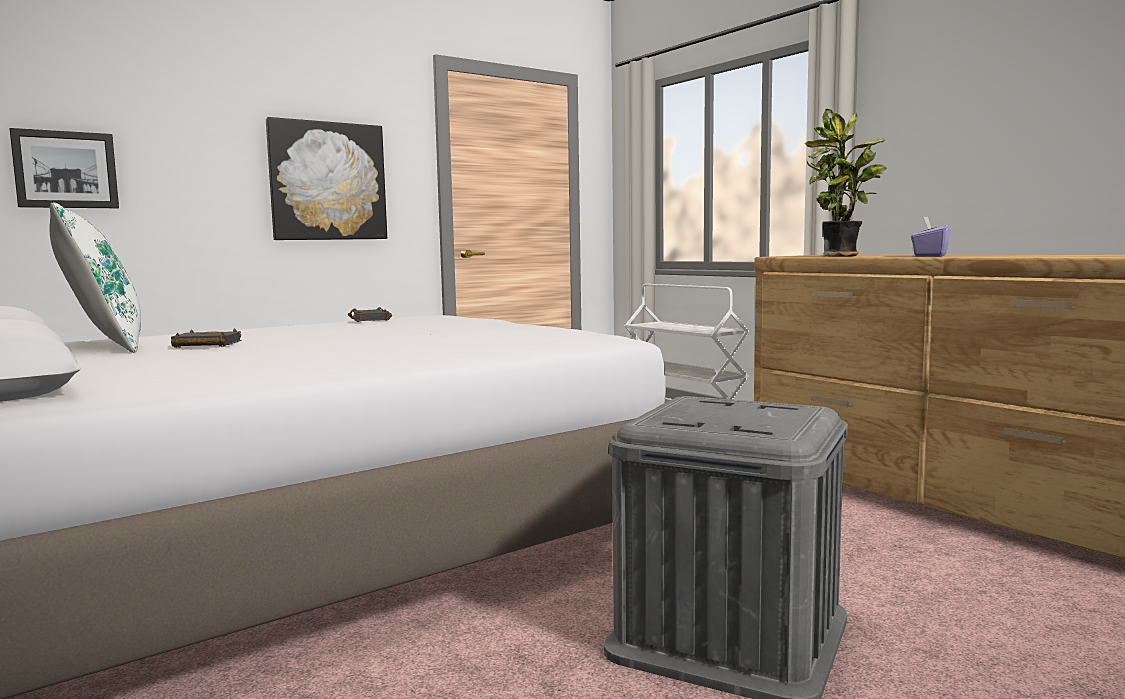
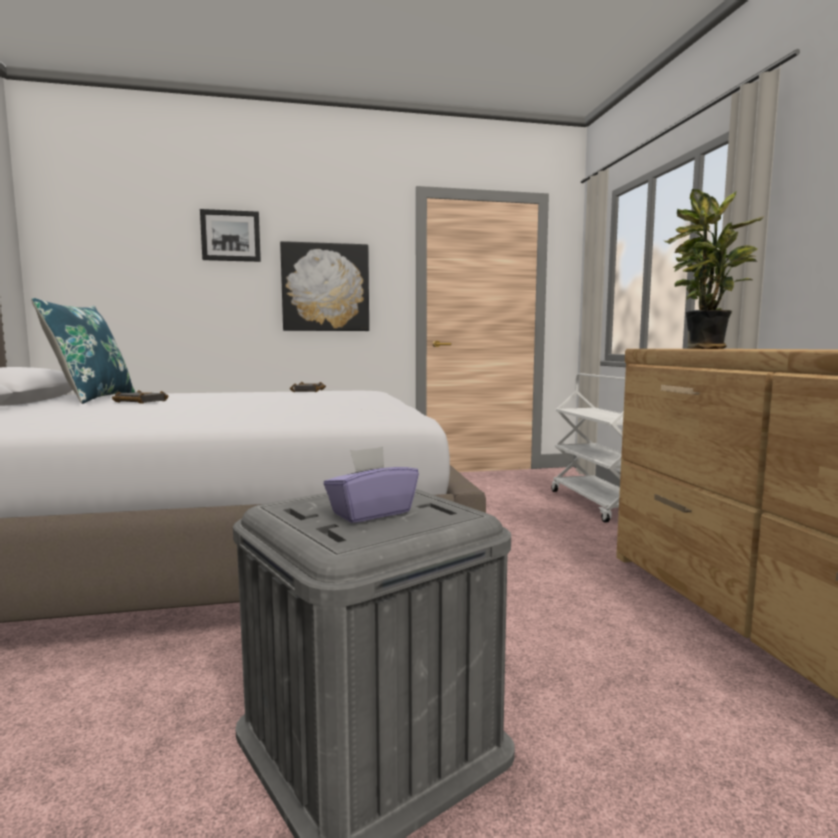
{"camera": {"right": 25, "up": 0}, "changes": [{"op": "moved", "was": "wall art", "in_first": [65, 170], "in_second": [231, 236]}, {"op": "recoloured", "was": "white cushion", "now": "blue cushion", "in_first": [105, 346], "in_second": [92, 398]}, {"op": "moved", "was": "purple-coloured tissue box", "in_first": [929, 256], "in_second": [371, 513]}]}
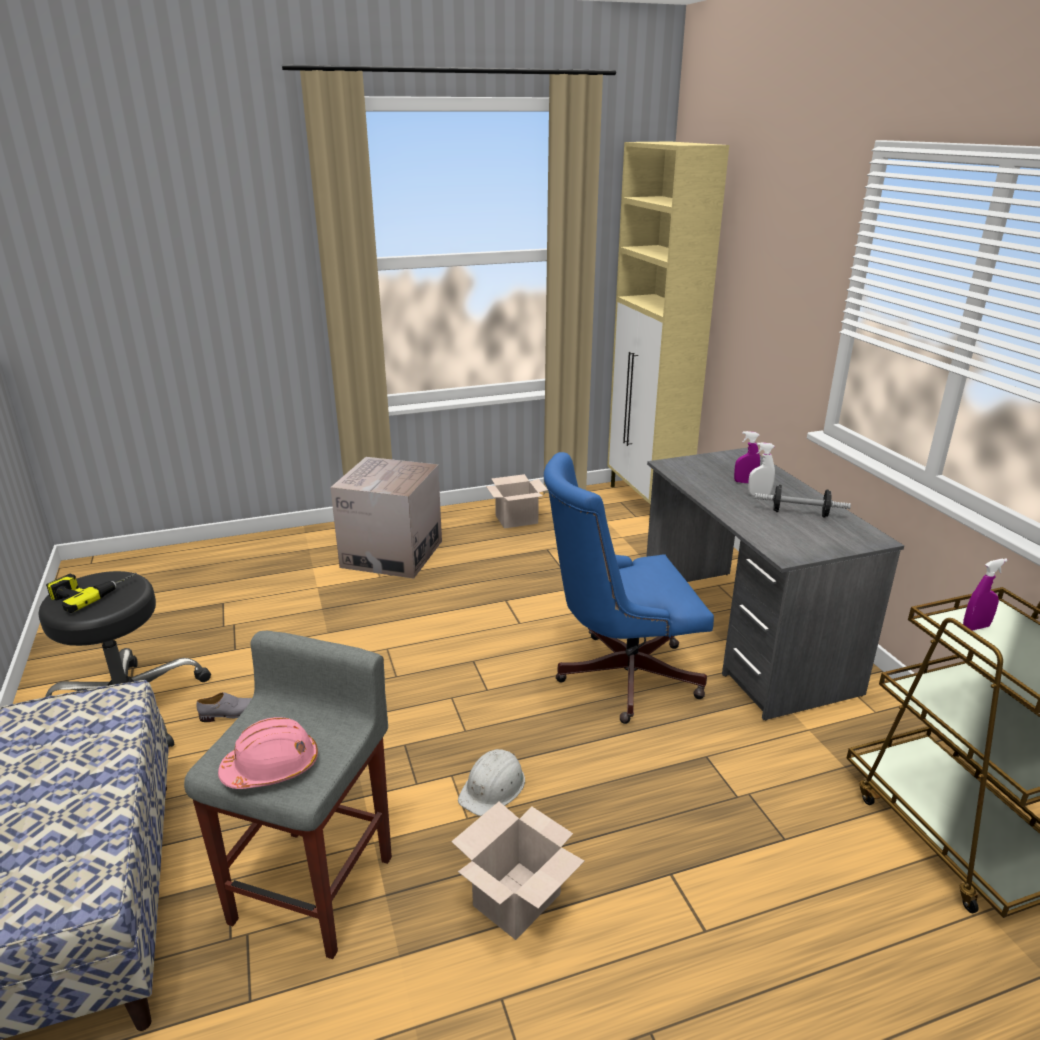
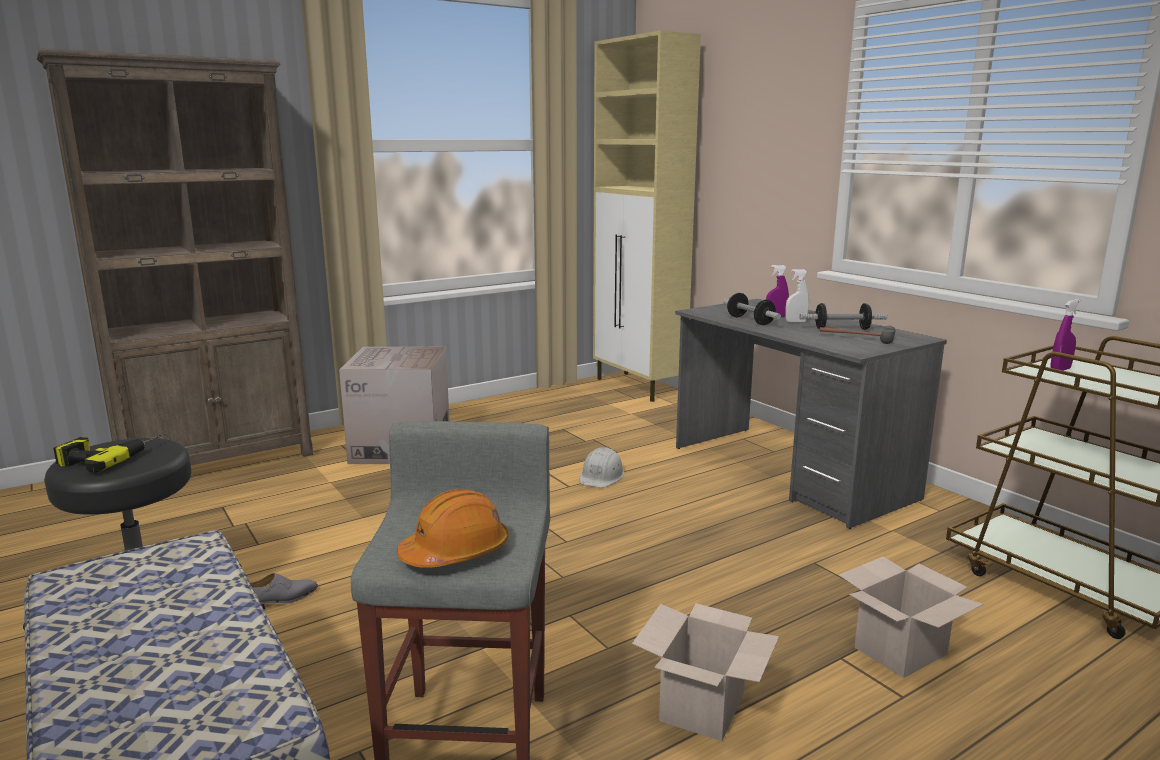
{"camera": {"right": -15, "up": -10}, "changes": [{"op": "recoloured", "was": "pinkish hard hat", "now": "orange-coloured hard hat", "in_first": [272, 768], "in_second": [456, 552]}, {"op": "moved", "was": "white hard hat", "in_first": [493, 787], "in_second": [601, 476]}, {"op": "moved", "was": "carton", "in_first": [517, 519], "in_second": [900, 649]}, {"op": "removed", "was": "blue office chair", "in_first": [618, 676]}, {"op": "added", "now": "brown bookcase", "in_second": [219, 462]}, {"op": "added", "now": "hand weight", "in_second": [750, 321]}, {"op": "added", "now": "hand hammer", "in_second": [856, 338]}]}
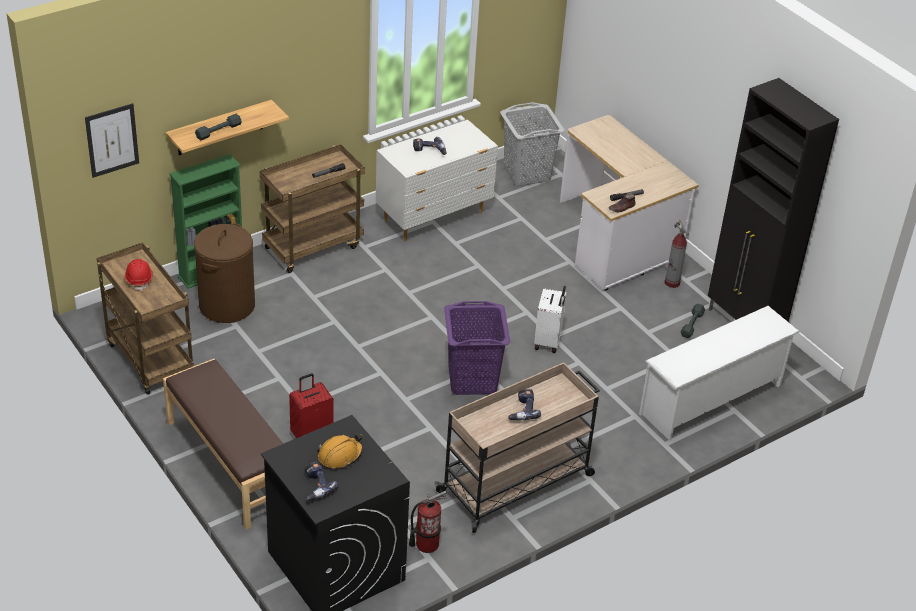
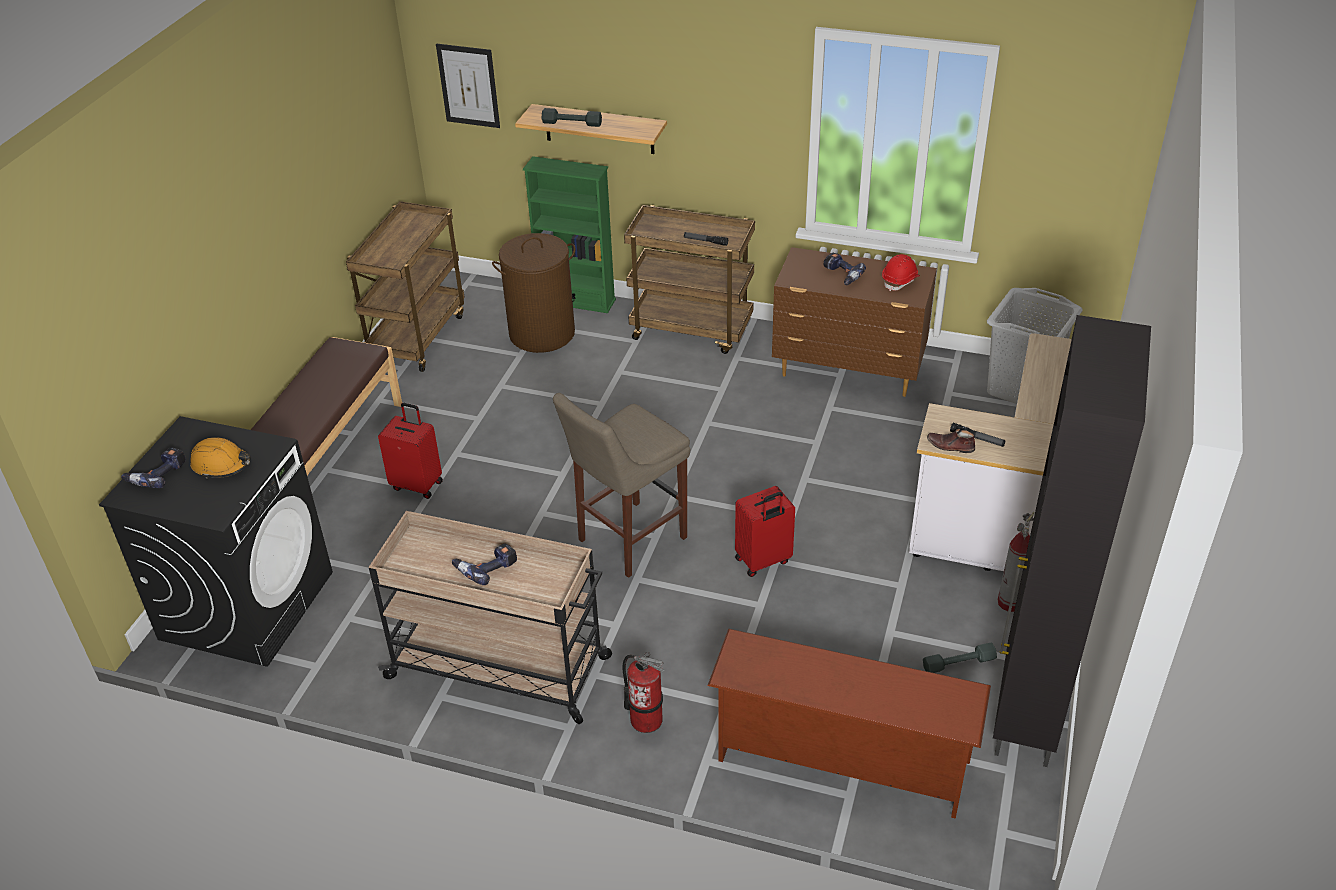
{"camera": {"right": 55, "up": 0}, "changes": [{"op": "moved", "was": "red-coloured hard hat", "in_first": [139, 279], "in_second": [900, 281]}, {"op": "recoloured", "was": "white dresser", "now": "brown dresser", "in_first": [435, 217], "in_second": [849, 372]}, {"op": "moved", "was": "extinguisher", "in_first": [426, 544], "in_second": [646, 719]}, {"op": "replaced", "was": "purple-coloured hamper", "now": "beige-coloured stool", "in_first": [472, 380], "in_second": [627, 541]}, {"op": "recoloured", "was": "white travel case", "now": "red-coloured travel case", "in_first": [548, 341], "in_second": [763, 561]}, {"op": "recoloured", "was": "white shoe shelf", "now": "brown shoe shelf", "in_first": [712, 401], "in_second": [840, 762]}]}
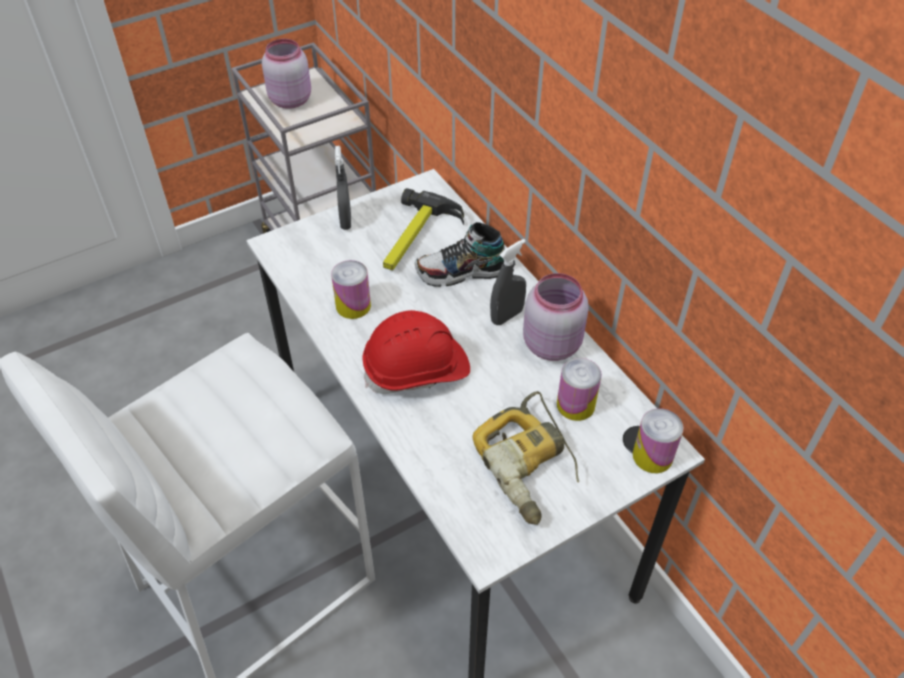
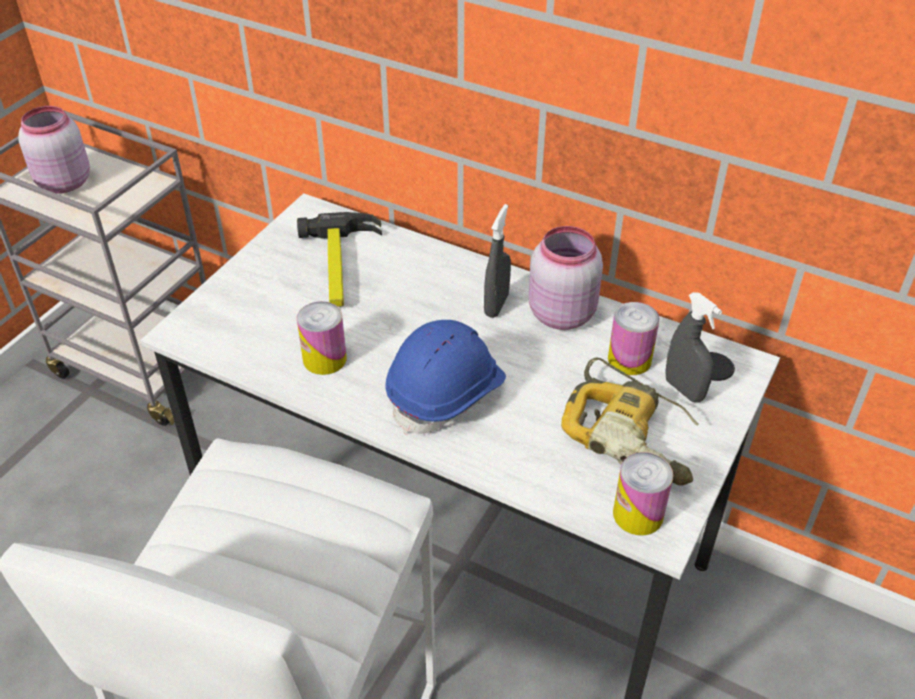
{"camera": {"right": -30, "up": -5}, "changes": [{"op": "moved", "was": "greyish hand sprayer", "in_first": [345, 220], "in_second": [684, 390]}, {"op": "recoloured", "was": "red-coloured hard hat", "now": "blue hard hat", "in_first": [417, 370], "in_second": [447, 394]}, {"op": "removed", "was": "shoe", "in_first": [461, 272]}, {"op": "moved", "was": "metal can", "in_first": [652, 456], "in_second": [638, 514]}]}
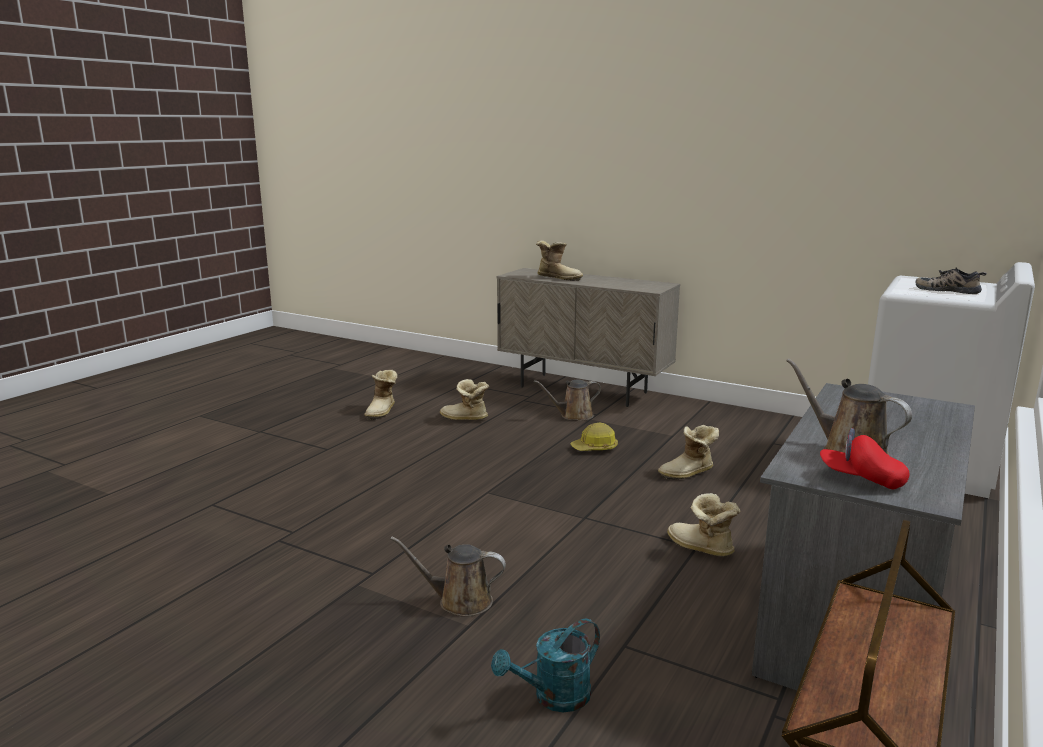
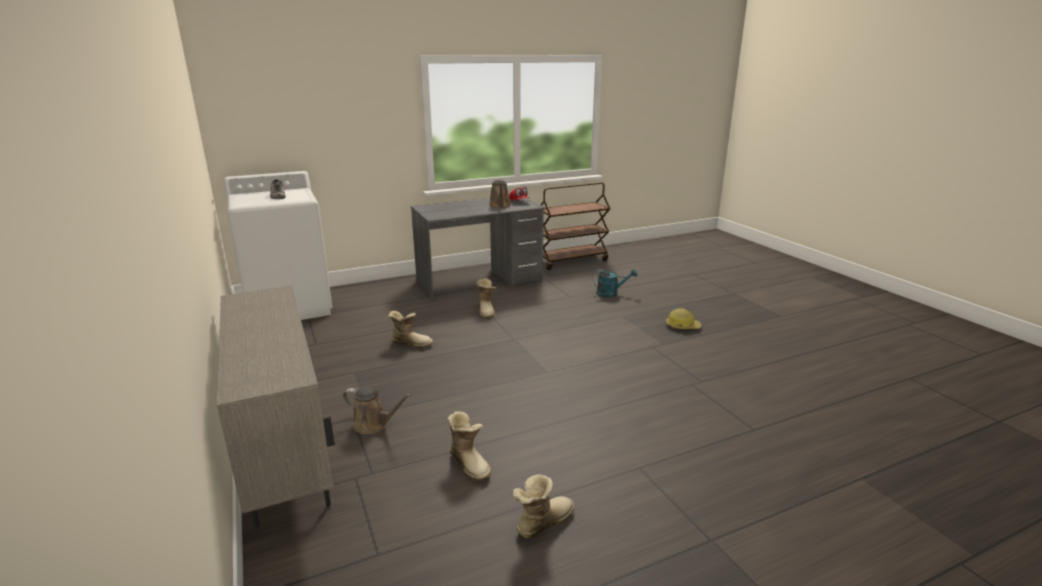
{"camera": {"right": -145, "up": 5}, "changes": [{"op": "removed", "was": "brown watering pot", "in_first": [459, 601]}, {"op": "removed", "was": "high-top boot", "in_first": [558, 278]}, {"op": "moved", "was": "hard hat", "in_first": [595, 448], "in_second": [682, 326]}]}
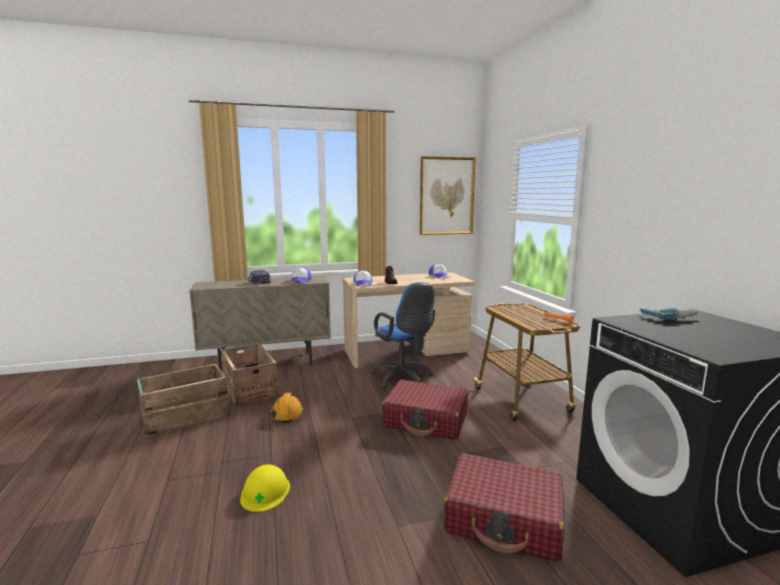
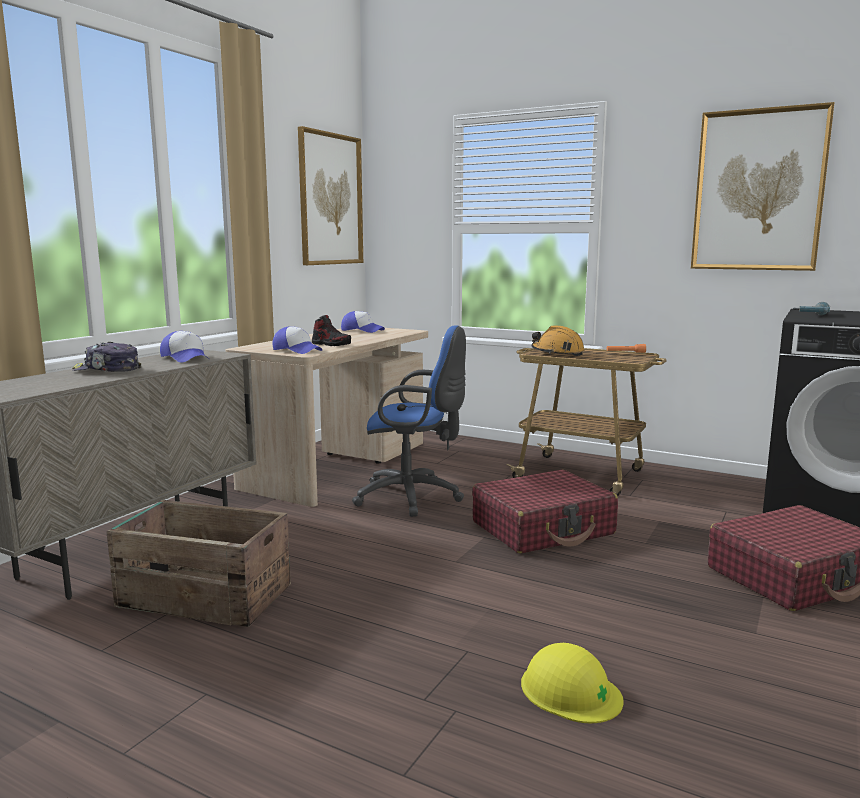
{"camera": {"right": -45, "up": 0}, "changes": [{"op": "removed", "was": "packing crate", "in_first": [184, 416]}, {"op": "moved", "was": "orange-coloured hard hat", "in_first": [287, 413], "in_second": [557, 353]}, {"op": "added", "now": "wall art", "in_second": [758, 190]}]}
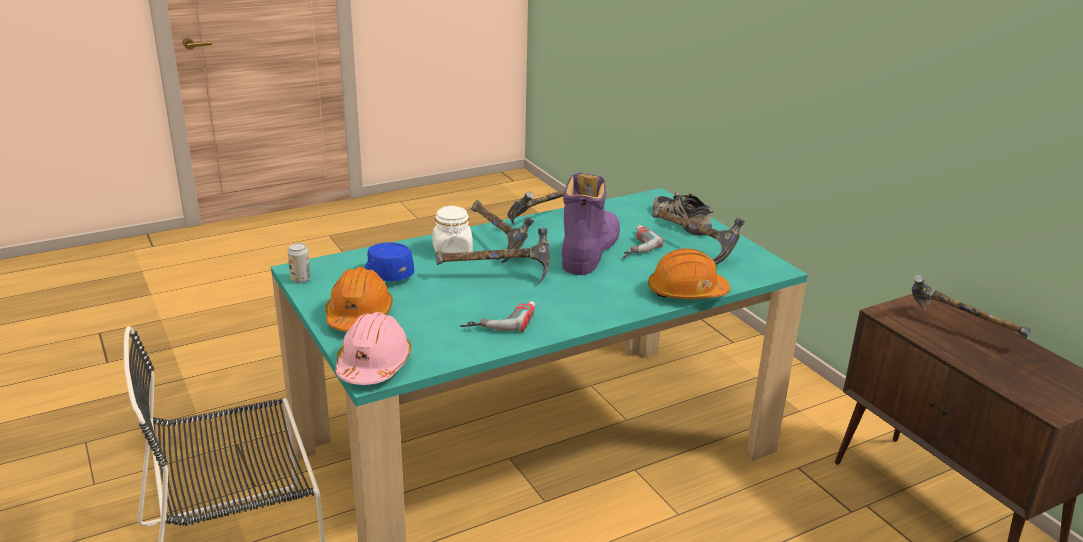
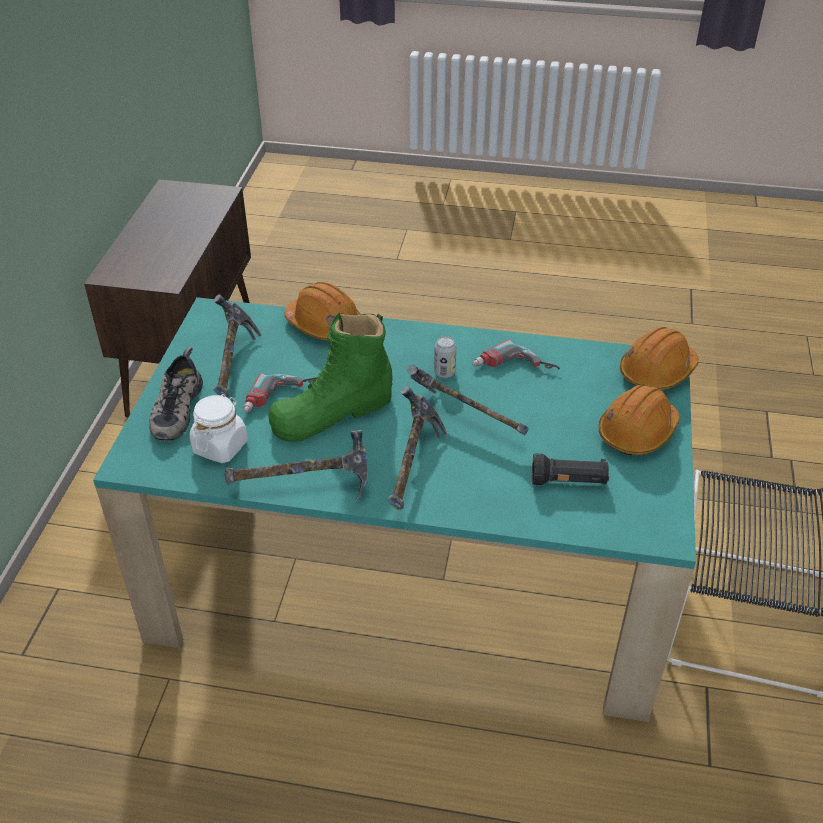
{"camera": {"right": -140, "up": 15}, "changes": [{"op": "moved", "was": "metal can", "in_first": [300, 279], "in_second": [444, 372]}, {"op": "recoloured", "was": "pinkish hard hat", "now": "orange-coloured hard hat", "in_first": [373, 365], "in_second": [657, 372]}, {"op": "replaced", "was": "blue cap", "now": "black torch", "in_first": [387, 272], "in_second": [568, 481]}, {"op": "moved", "was": "white jar", "in_first": [452, 251], "in_second": [220, 446]}, {"op": "recoloured", "was": "purple-coloured high-top boot", "now": "green high-top boot", "in_first": [590, 251], "in_second": [332, 412]}, {"op": "removed", "was": "hand hammer", "in_first": [959, 330]}]}
